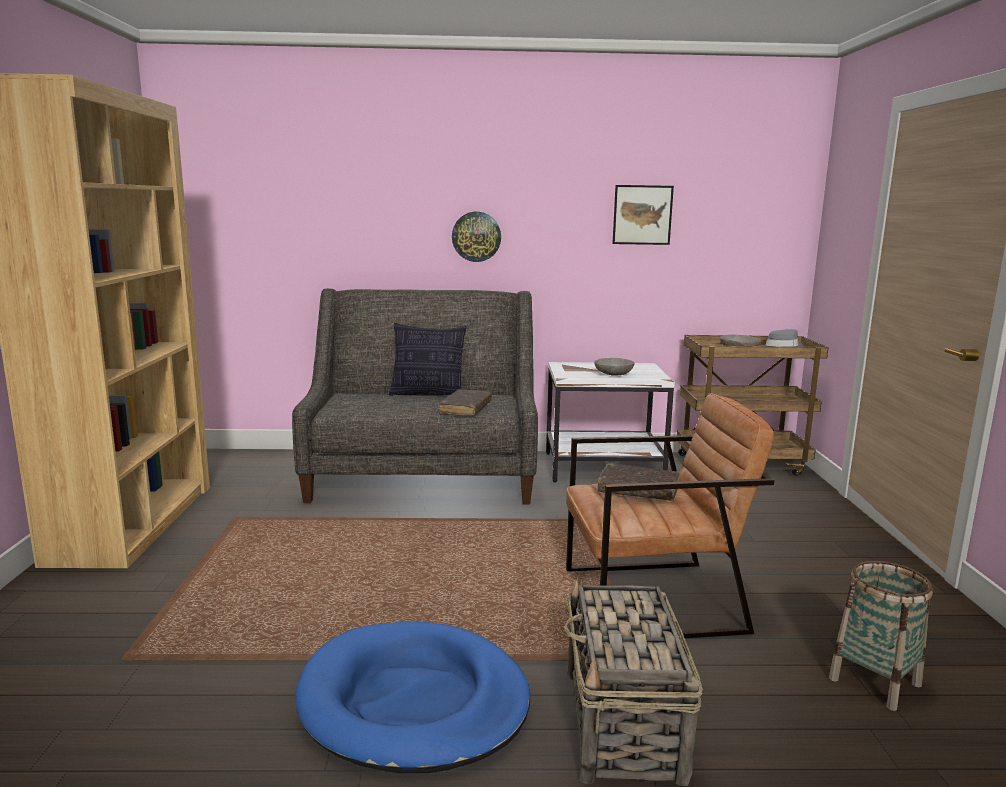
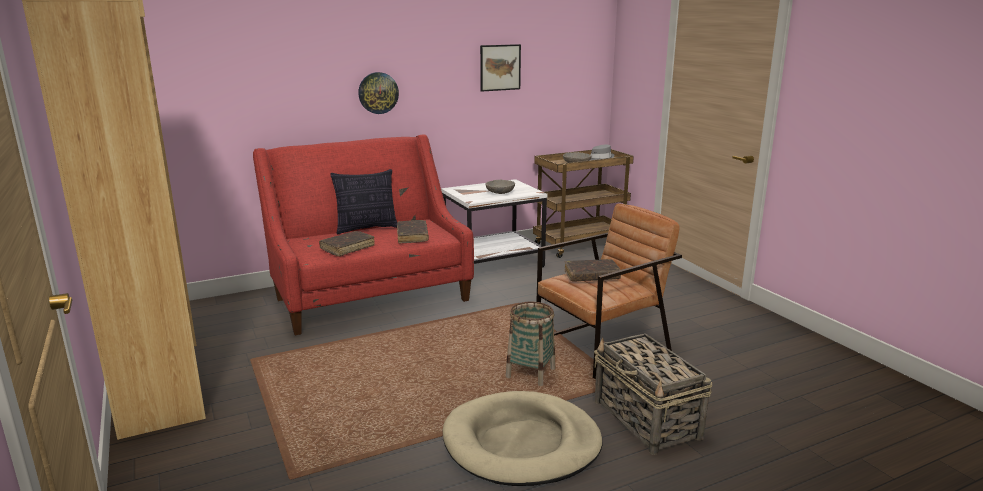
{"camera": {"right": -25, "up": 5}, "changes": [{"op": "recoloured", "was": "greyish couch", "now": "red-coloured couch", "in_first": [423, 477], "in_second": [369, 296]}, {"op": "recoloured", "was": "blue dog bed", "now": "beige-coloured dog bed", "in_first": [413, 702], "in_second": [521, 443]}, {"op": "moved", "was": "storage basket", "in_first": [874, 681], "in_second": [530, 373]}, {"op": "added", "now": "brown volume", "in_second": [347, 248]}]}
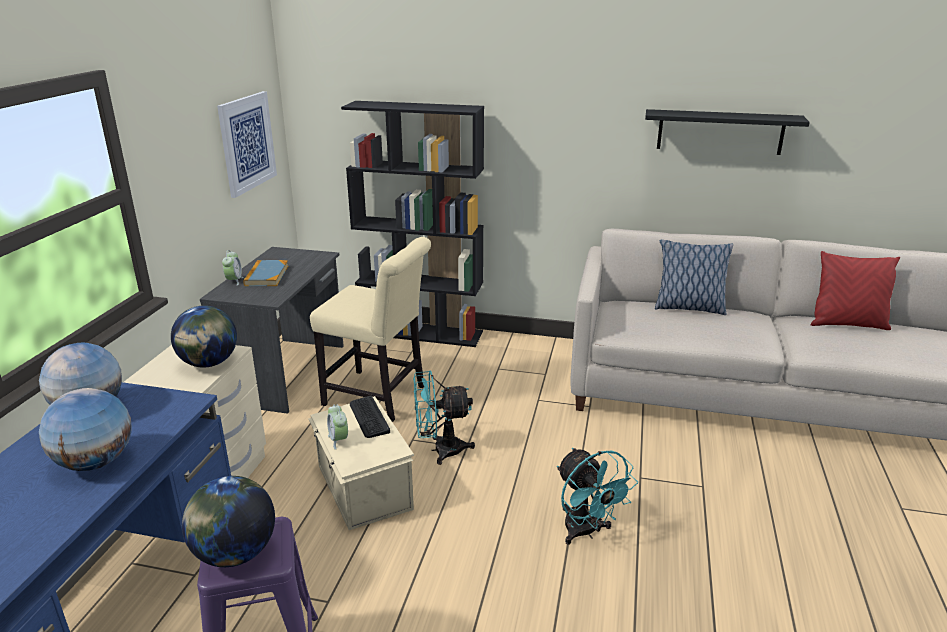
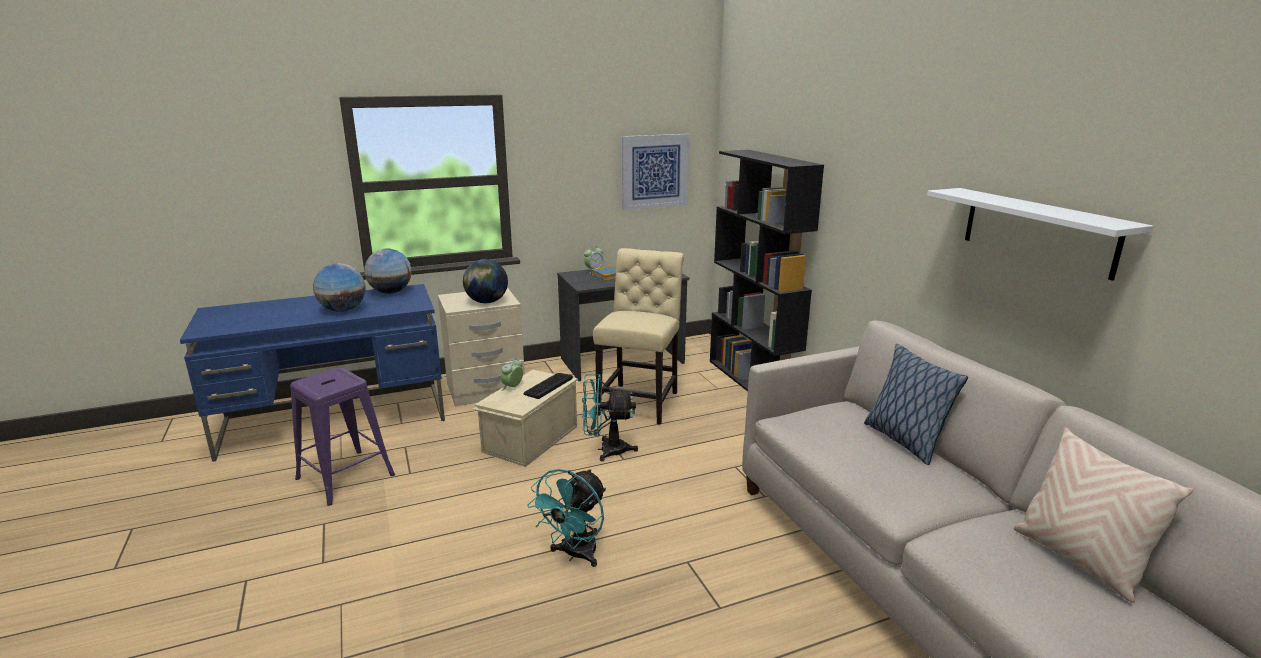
{"camera": {"right": 55, "up": -5}, "changes": [{"op": "removed", "was": "globe", "in_first": [235, 553]}, {"op": "turned", "was": "beige-coloured plain chair", "in_first": [379, 397], "in_second": [640, 401], "clockwise": -150}, {"op": "turned", "was": "blue-green fan", "in_first": [440, 450], "in_second": [606, 450], "clockwise": -45}, {"op": "recoloured", "was": "black wall shelf", "now": "white wall shelf", "in_first": [720, 132], "in_second": [1038, 231]}, {"op": "recoloured", "was": "red-coloured cushion", "now": "beige-coloured cushion", "in_first": [847, 324], "in_second": [1078, 560]}]}
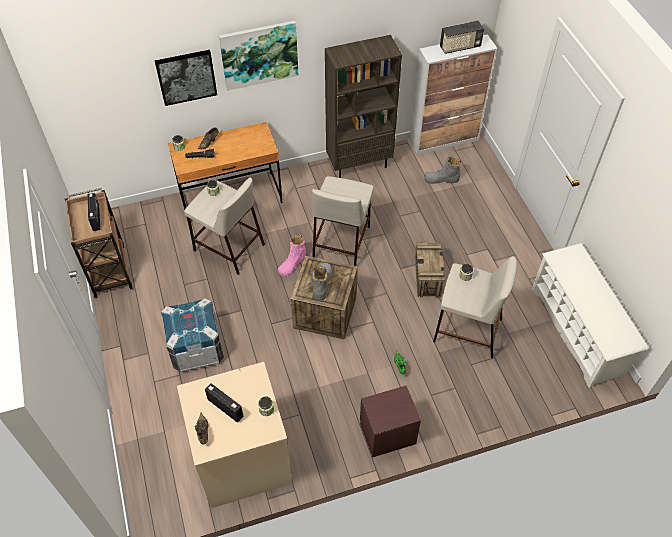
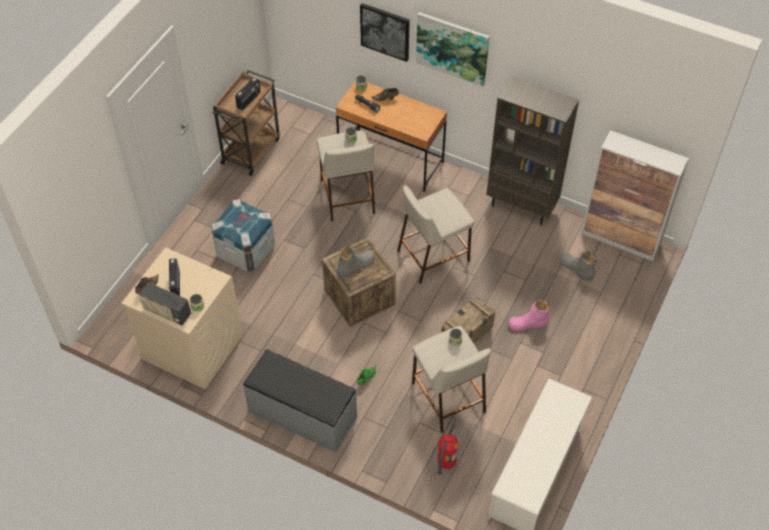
{"camera": {"right": 45, "up": 0}, "changes": [{"op": "moved", "was": "pinkish high-top boot", "in_first": [292, 263], "in_second": [528, 323]}, {"op": "replaced", "was": "brown night table", "now": "greyish long seat", "in_first": [387, 433], "in_second": [302, 415]}, {"op": "moved", "was": "radio receiver", "in_first": [460, 47], "in_second": [167, 312]}, {"op": "added", "now": "extinguisher", "in_second": [446, 463]}]}
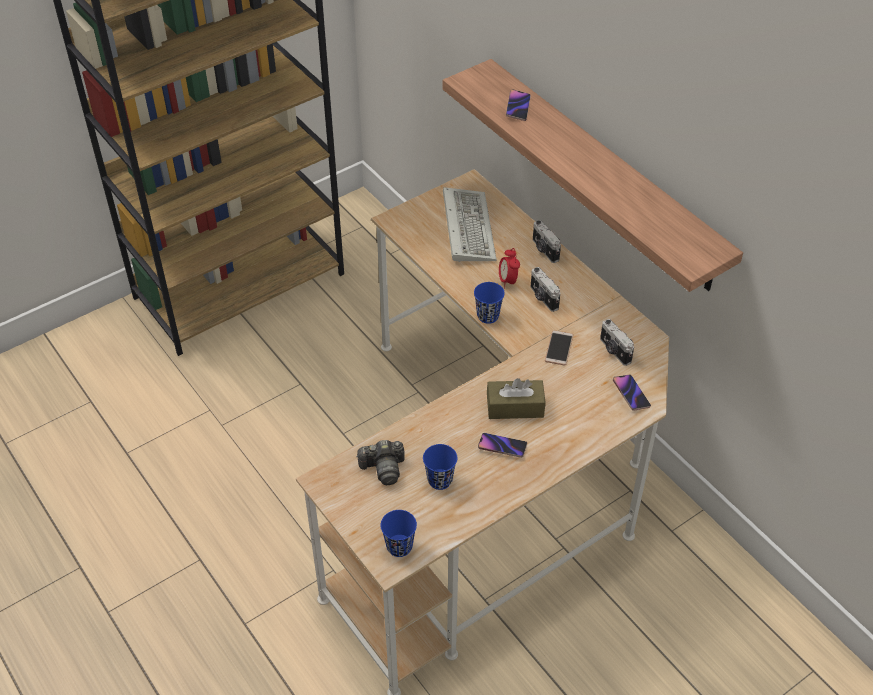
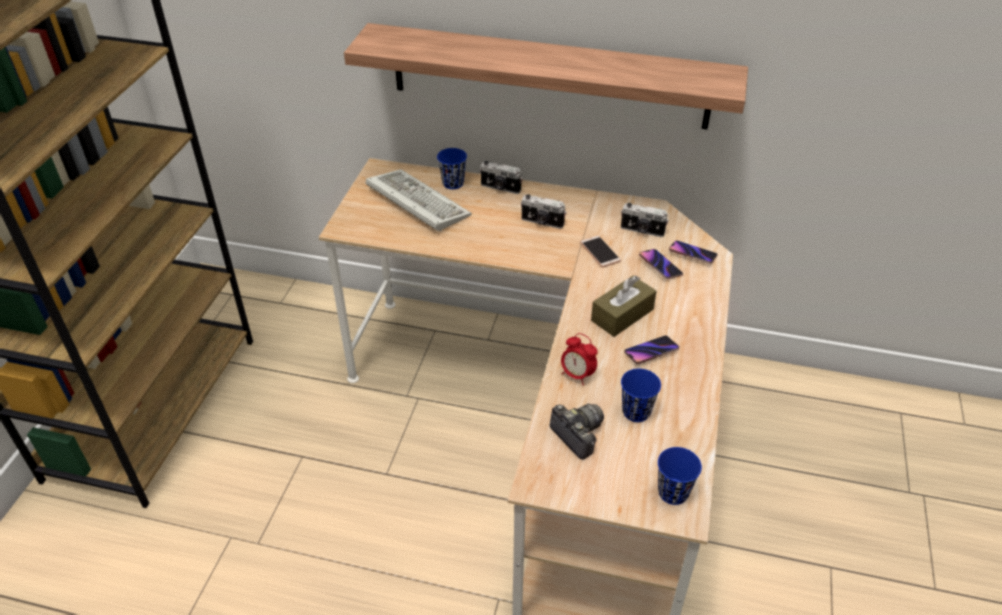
{"camera": {"right": -40, "up": -5}, "changes": [{"op": "turned", "was": "still camera", "in_first": [383, 468], "in_second": [577, 435], "clockwise": -75}, {"op": "moved", "was": "blue drinking cup", "in_first": [488, 316], "in_second": [453, 183]}, {"op": "moved", "was": "bedside clock", "in_first": [508, 281], "in_second": [577, 375]}, {"op": "moved", "was": "handset", "in_first": [518, 107], "in_second": [660, 266]}]}
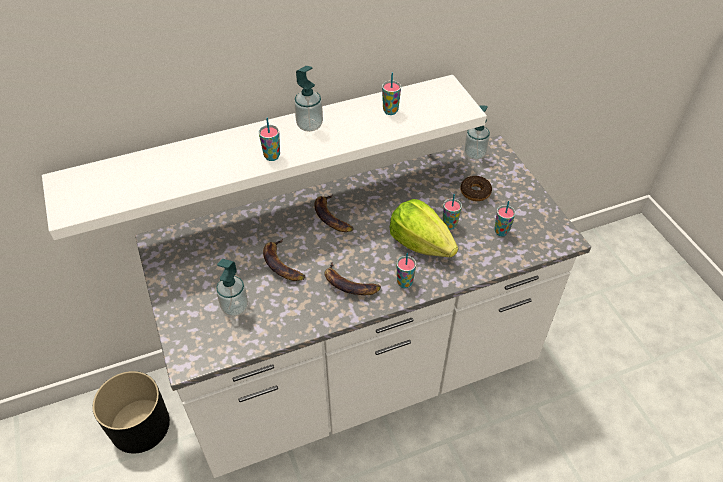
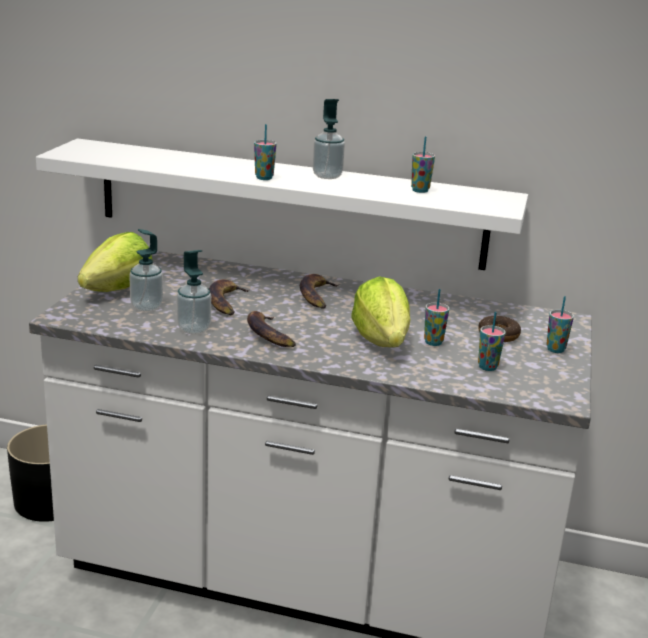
{"camera": {"right": 35, "up": -25}, "changes": [{"op": "moved", "was": "drinking cup", "in_first": [404, 283], "in_second": [555, 349]}, {"op": "moved", "was": "liquid soap bottle", "in_first": [474, 154], "in_second": [194, 329]}, {"op": "added", "now": "lettuce head", "in_second": [117, 289]}]}
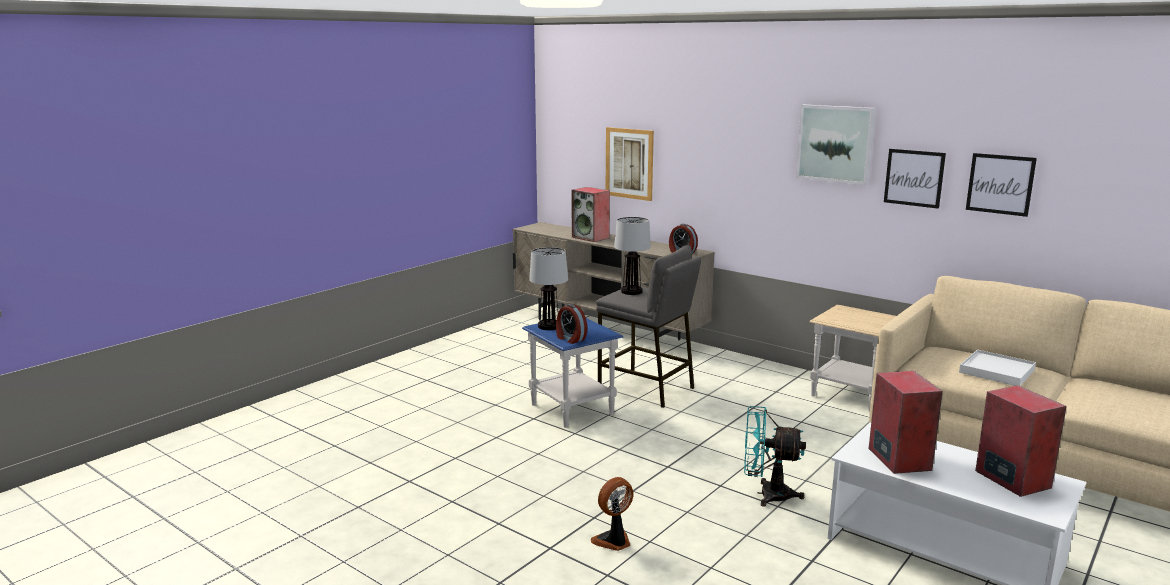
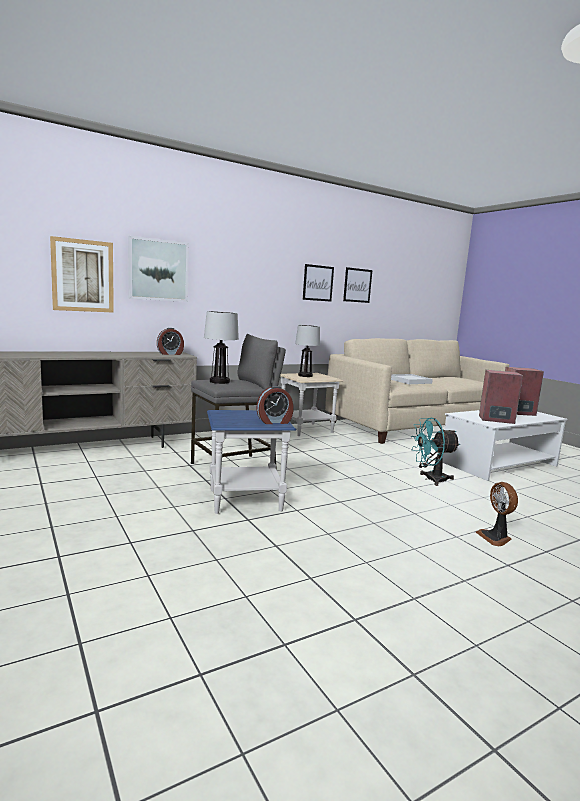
{"camera": {"right": -70, "up": -5}, "changes": [{"op": "moved", "was": "lamp for a table", "in_first": [549, 326], "in_second": [305, 375]}, {"op": "removed", "was": "loudspeaker", "in_first": [591, 237]}, {"op": "turned", "was": "blue-green fan", "in_first": [766, 494], "in_second": [430, 479], "clockwise": 45}, {"op": "moved", "was": "wall art", "in_first": [835, 144], "in_second": [158, 270]}]}
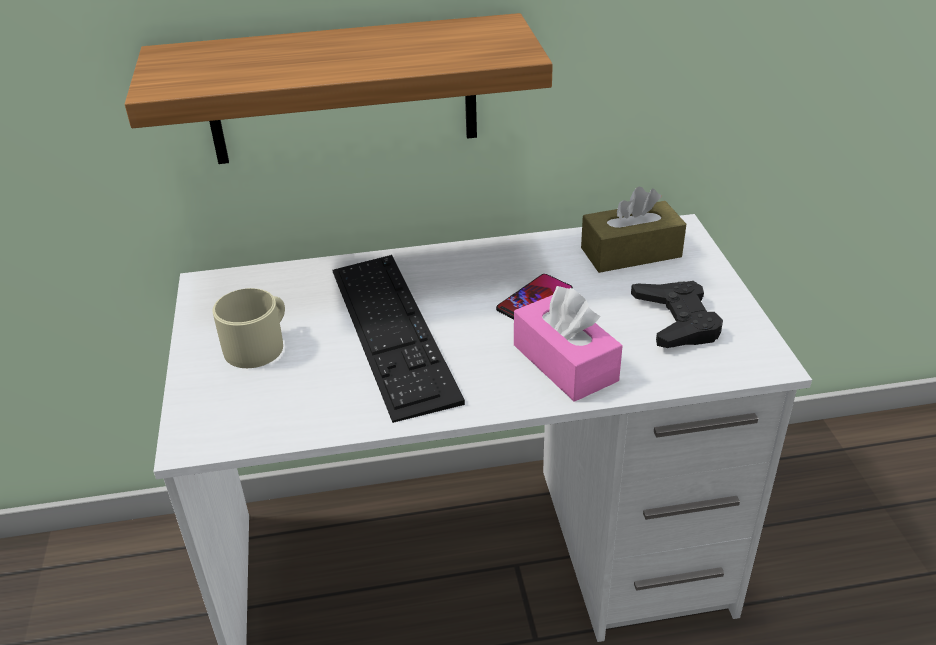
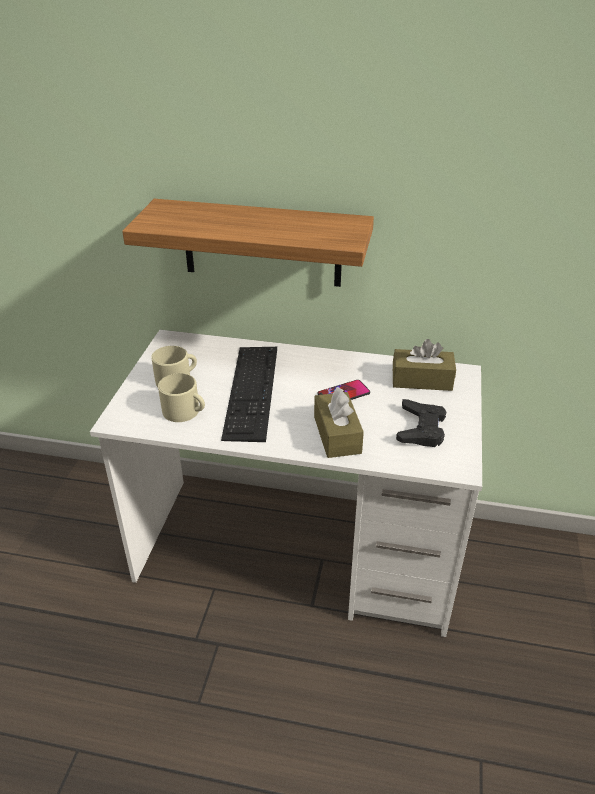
{"camera": {"right": 20, "up": 0}, "changes": [{"op": "recoloured", "was": "pinkish tissue box", "now": "brown tissue box", "in_first": [565, 363], "in_second": [337, 435]}, {"op": "added", "now": "beige-coloured mug", "in_second": [185, 412]}]}
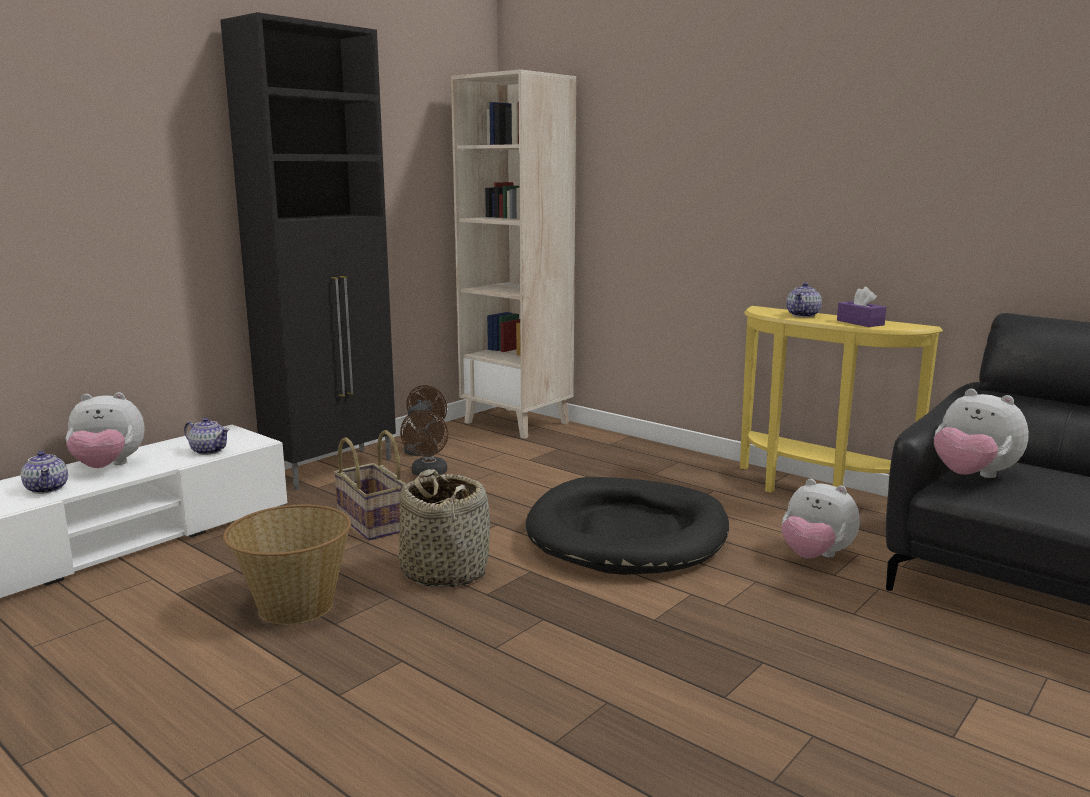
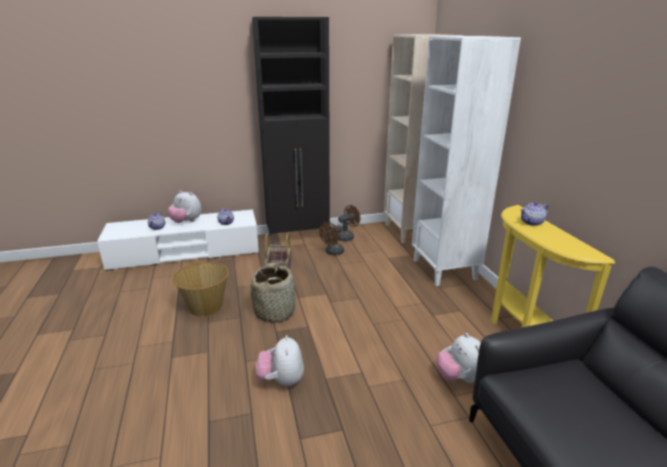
{"camera": {"right": 35, "up": 10}, "changes": [{"op": "removed", "was": "black dog bed", "in_first": [627, 533]}, {"op": "removed", "was": "purple-coloured tissue box", "in_first": [860, 323]}, {"op": "moved", "was": "cuddly toy", "in_first": [972, 476], "in_second": [281, 380]}, {"op": "added", "now": "white bookcase", "in_second": [445, 270]}]}
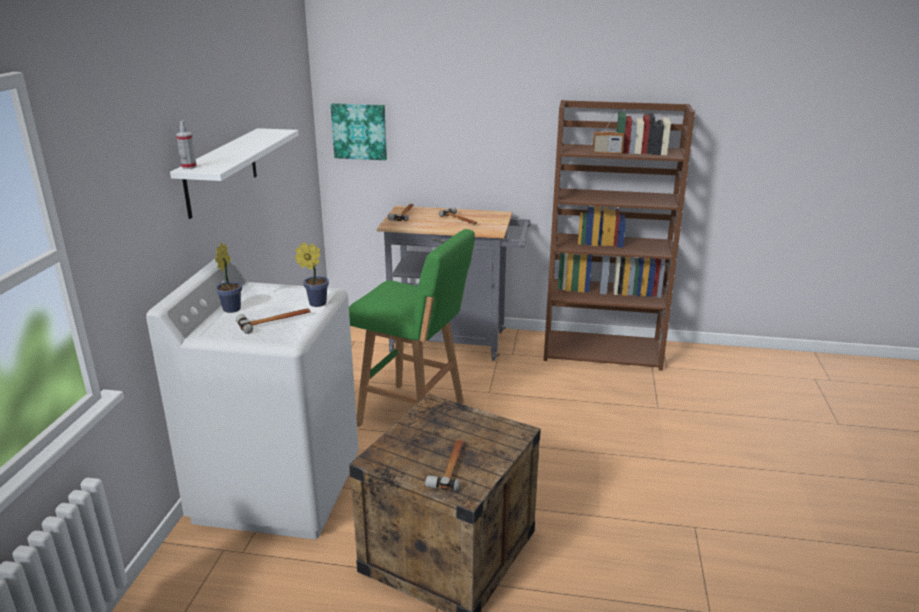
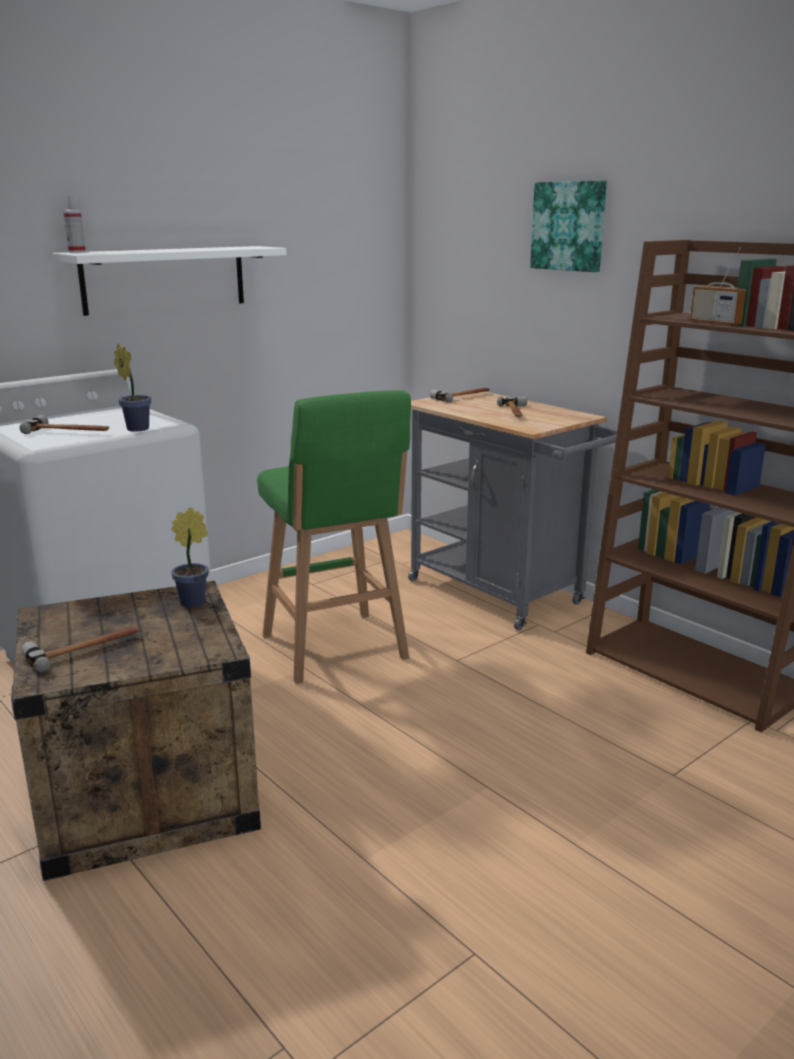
{"camera": {"right": 40, "up": -5}, "changes": [{"op": "moved", "was": "plant in a pot", "in_first": [233, 308], "in_second": [196, 602]}, {"op": "moved", "was": "wall art", "in_first": [359, 131], "in_second": [569, 226]}]}
